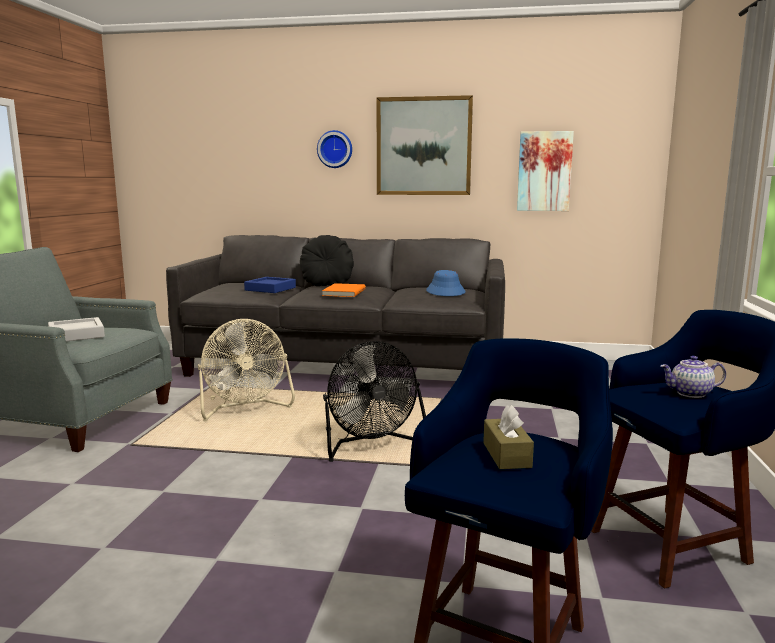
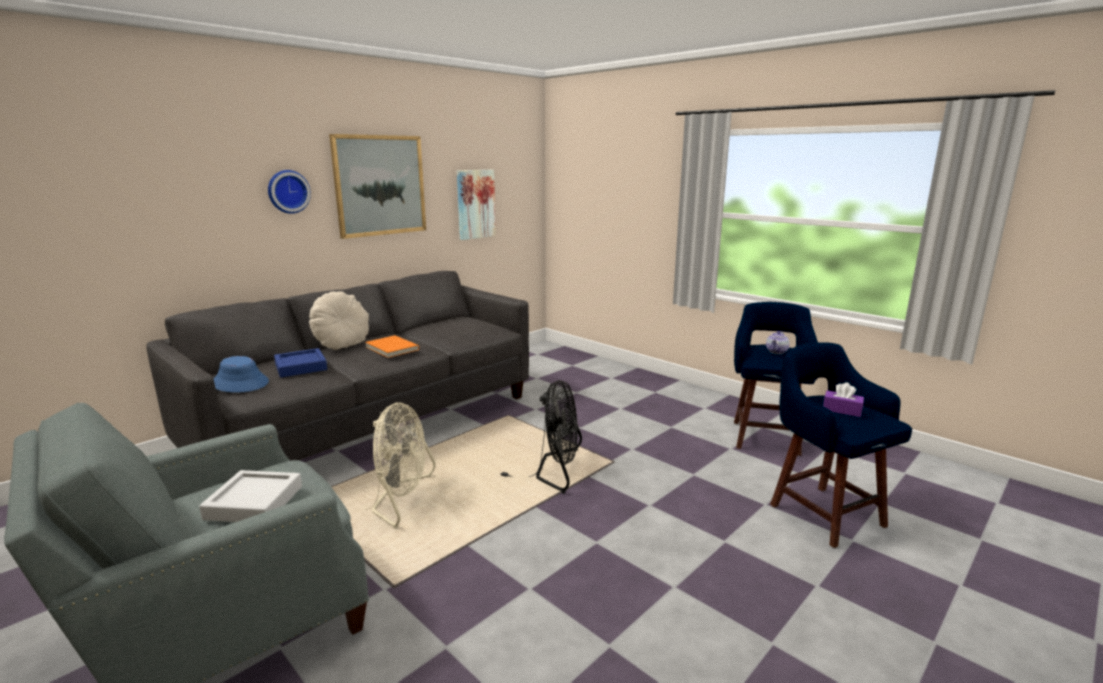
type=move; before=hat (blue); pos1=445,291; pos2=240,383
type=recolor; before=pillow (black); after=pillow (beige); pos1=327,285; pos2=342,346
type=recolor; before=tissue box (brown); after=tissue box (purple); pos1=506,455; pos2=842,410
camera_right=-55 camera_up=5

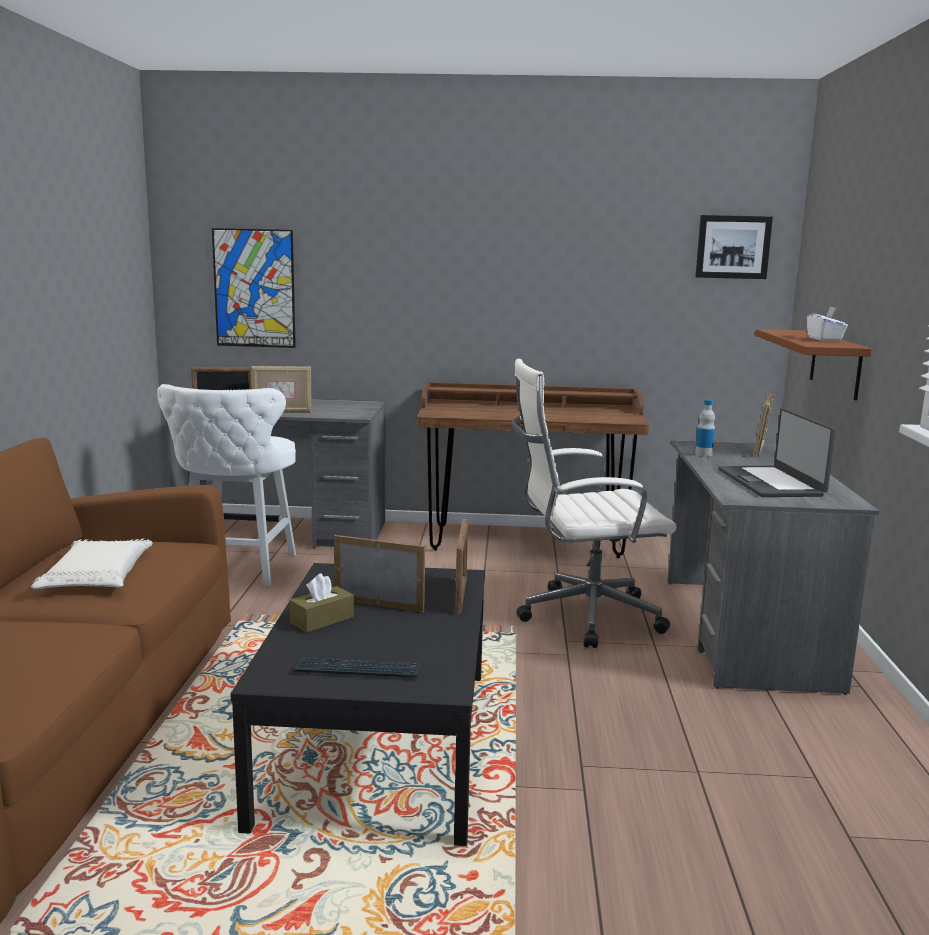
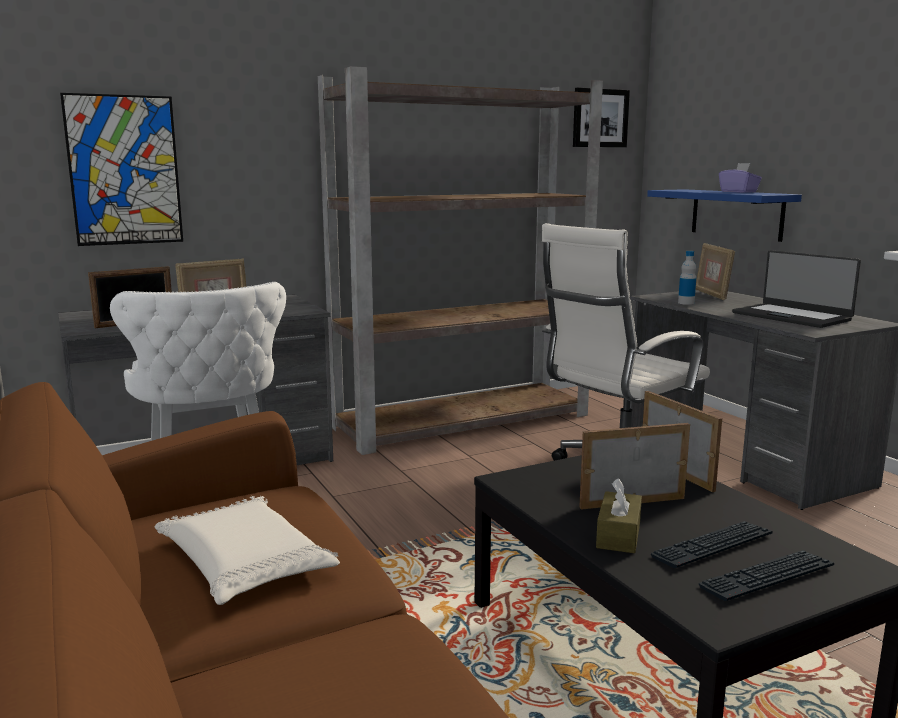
type=insert; after=keyboard; pos2=712,546
type=replace; before=desk (brown); after=bookcase (brown); pos1=525,542; pos2=462,421
type=recolor; before=shelf (brown); after=shelf (blue); pos1=835,364; pos2=736,214
type=recolor; before=tissue box (white); after=tissue box (purple); pos1=825,339; pos2=739,192
camera_right=-30 camera_up=0

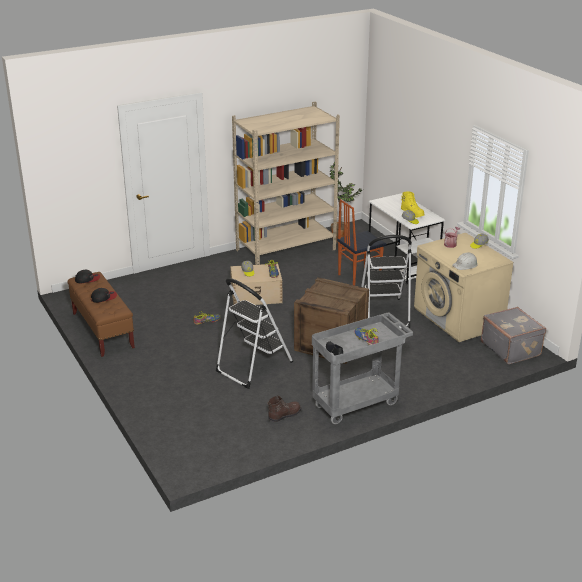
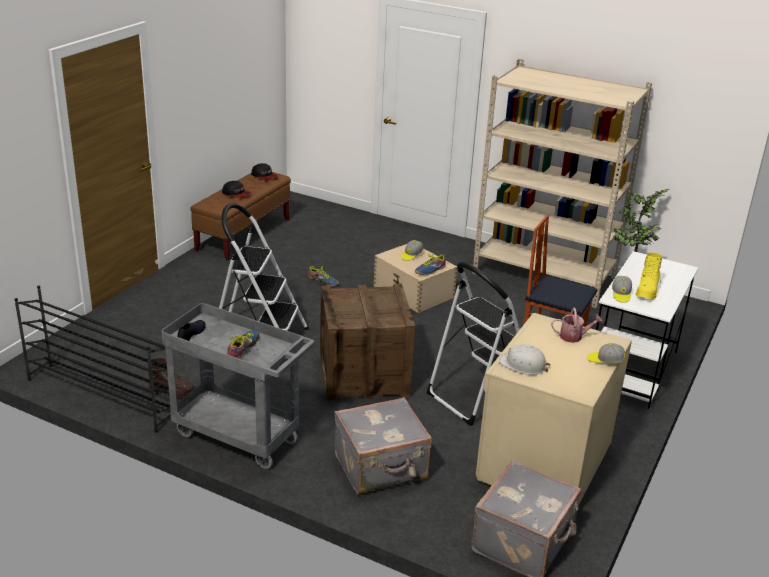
type=insert; after=shoe rack (black); pos2=100,396
type=insert; after=suitcase (grey); pos2=381,468
camera_right=55 camera_up=0

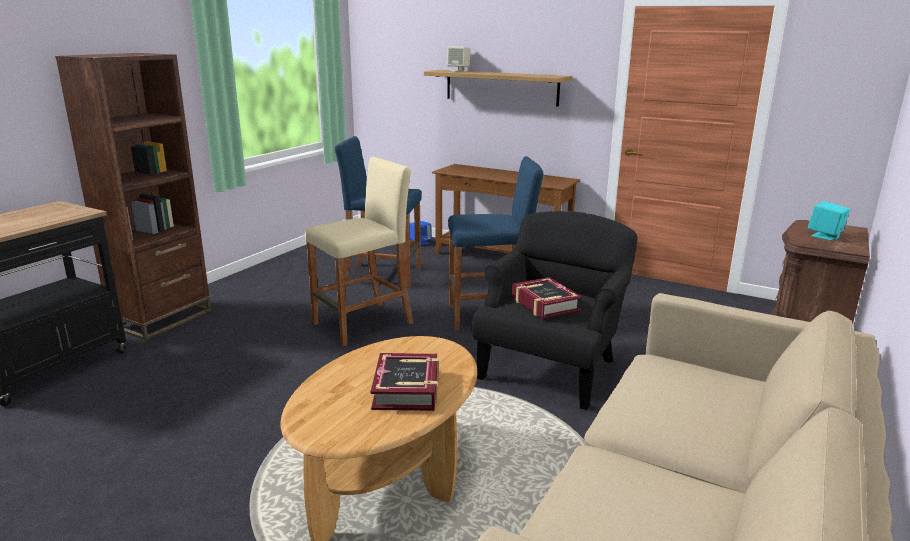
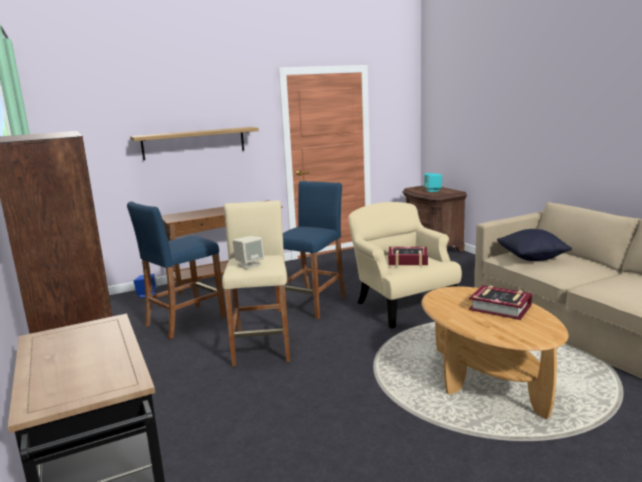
type=insert; after=pillow (black); pos2=532,258
type=move; before=speaker (beige); pos1=458,71; pos2=249,264
type=recolor; before=armchair (black); after=armchair (beige); pos1=551,368; pos2=402,306
camera_right=-55 camera_up=-5

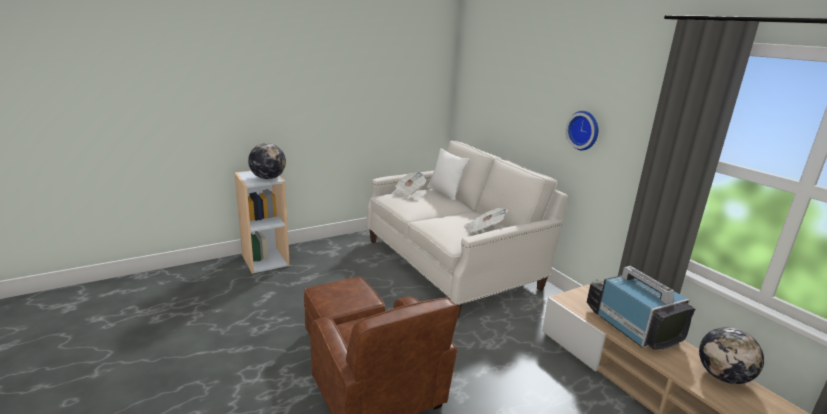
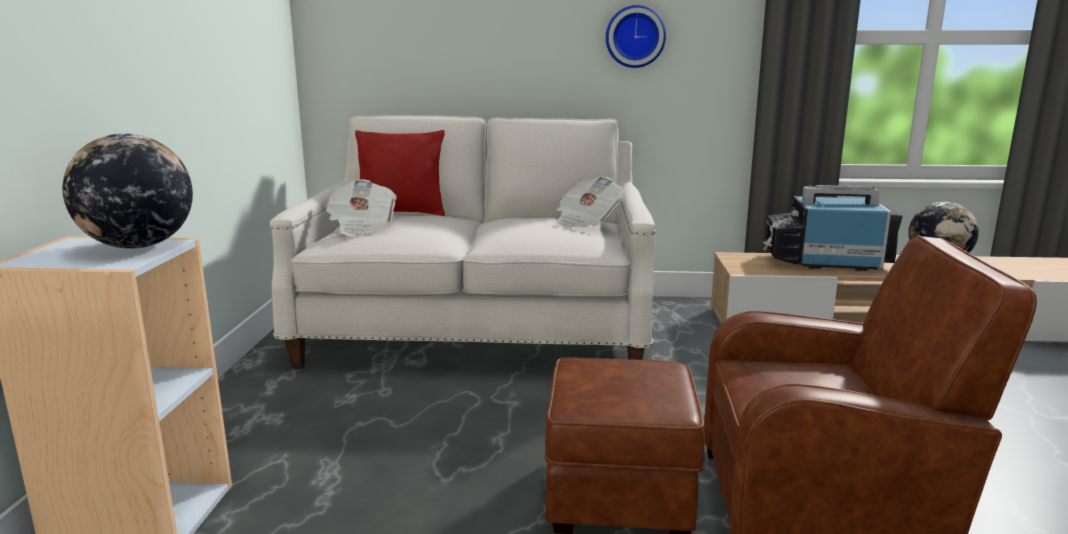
type=recolor; before=pillow (white); after=pillow (red); pos1=445,193; pos2=401,213
camera_right=-55 camera_up=-5

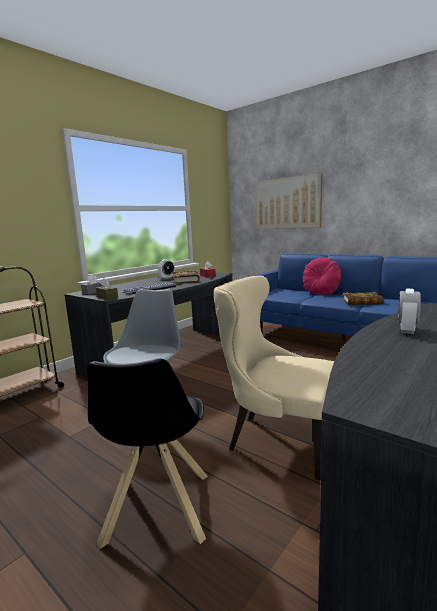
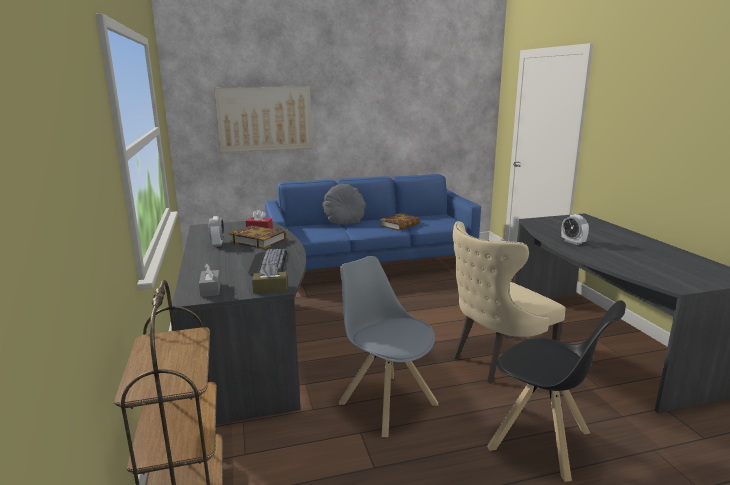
type=recolor; before=pillow (pink); after=pillow (grey); pos1=321,293; pos2=344,223
camera_right=-55 camera_up=5

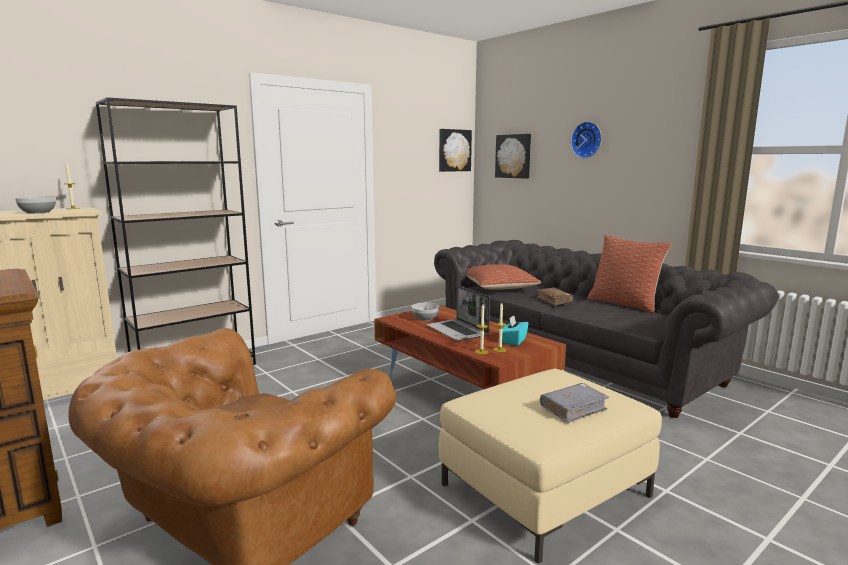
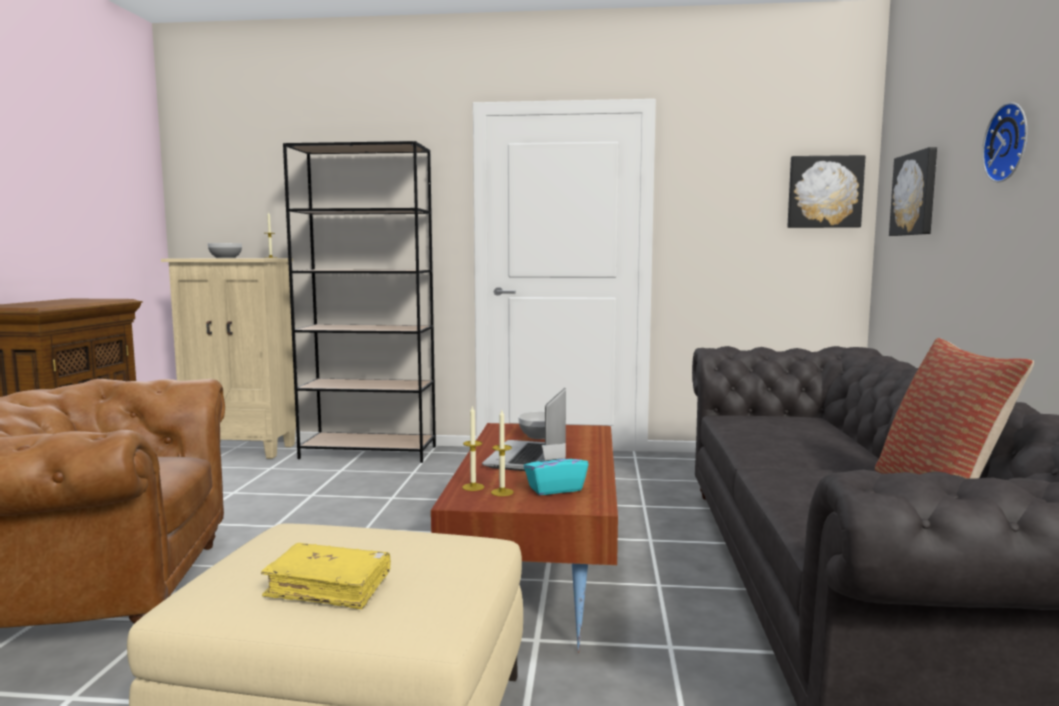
type=delete; before=pillow; pos1=499,287
type=delete; before=book (brown); pos1=554,300
type=recolor; before=book (grey); after=book (yellow); pos1=573,409; pos2=329,587
camera_right=45 camera_up=-5

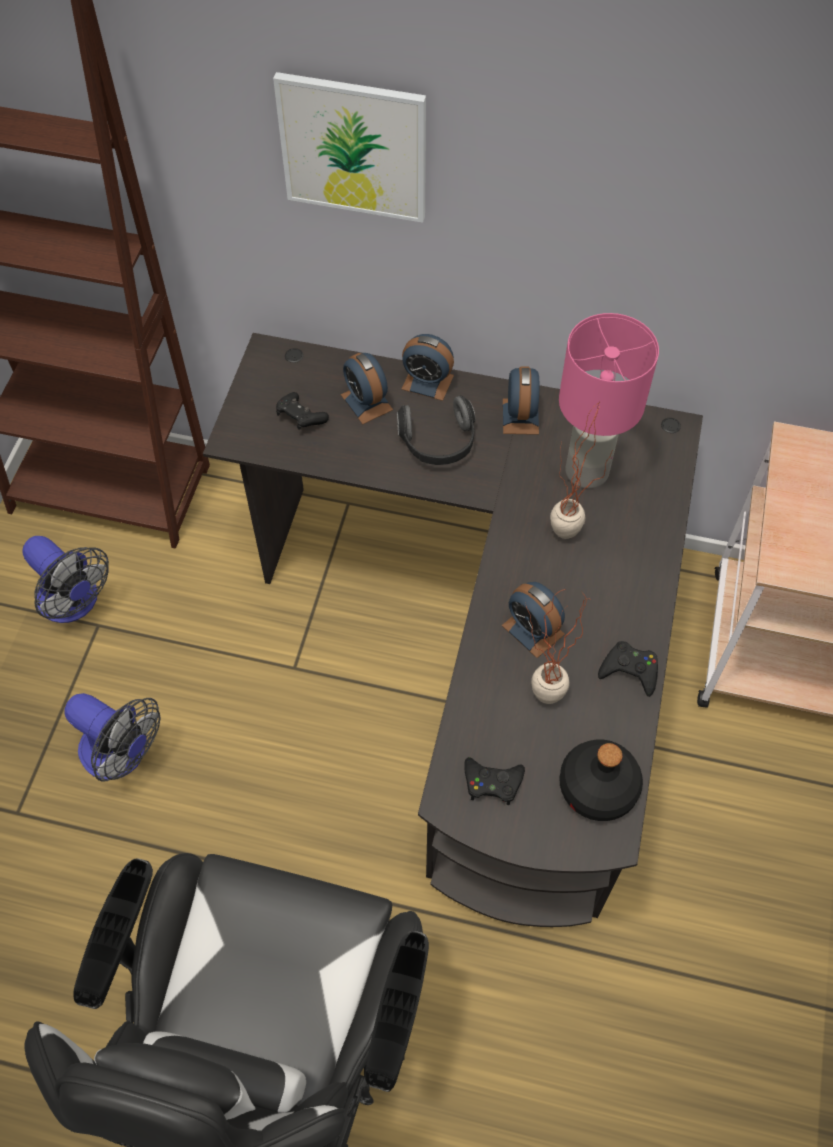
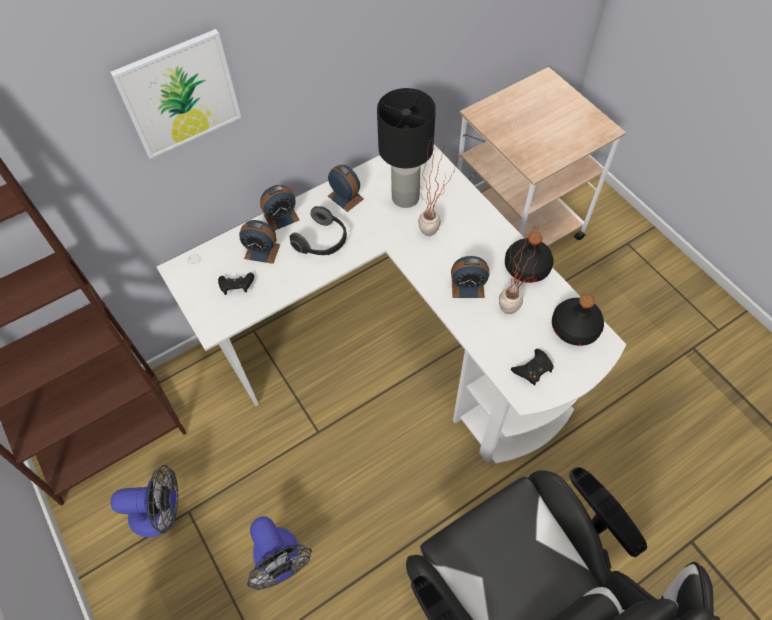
type=replace; before=game controller (black); after=bottle (black); pos1=630,670; pos2=527,267
type=recolor; before=desk (black); after=desk (white); pos1=484,656; pos2=399,342
type=recolor; before=table lamp (pink); after=table lamp (black); pos1=585,471; pos2=404,198
type=rotate; before=fan; pos1=122,755; pos2=280,560; turn=75
camera_right=-45 camera_up=0

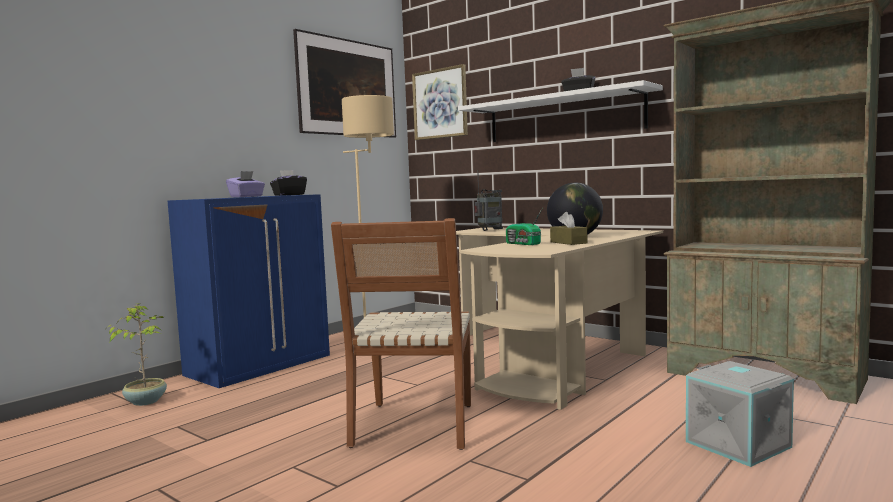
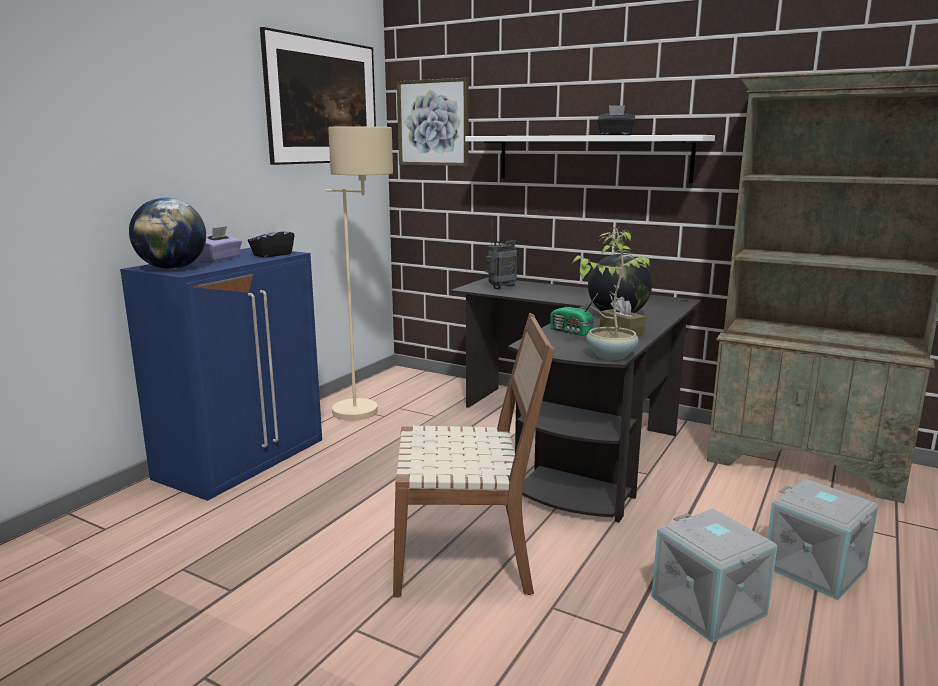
type=insert; after=globe; pos2=172,268
type=insert; after=storage box (grey); pos2=710,605
type=move; before=potted plant; pos1=146,401; pos2=610,355
type=recolor; before=desk (beige); after=desk (black); pos1=551,356; pos2=576,438
type=rotate; before=chair; pos1=413,428; pos2=469,559; turn=-90
camera_right=-10 camera_up=10

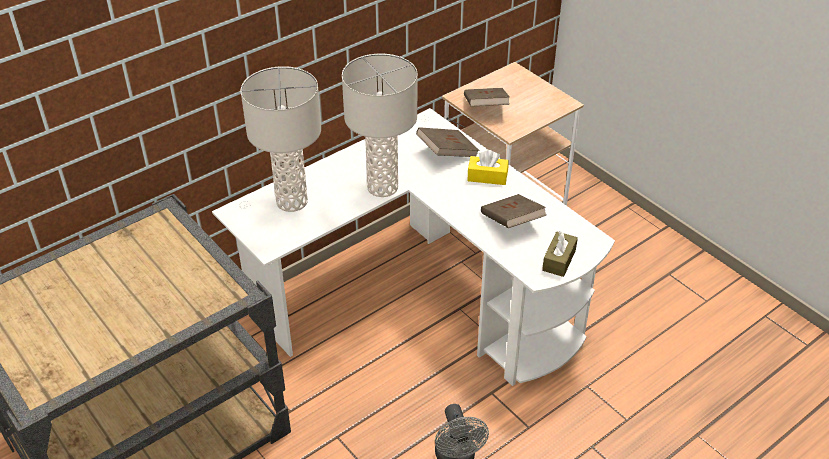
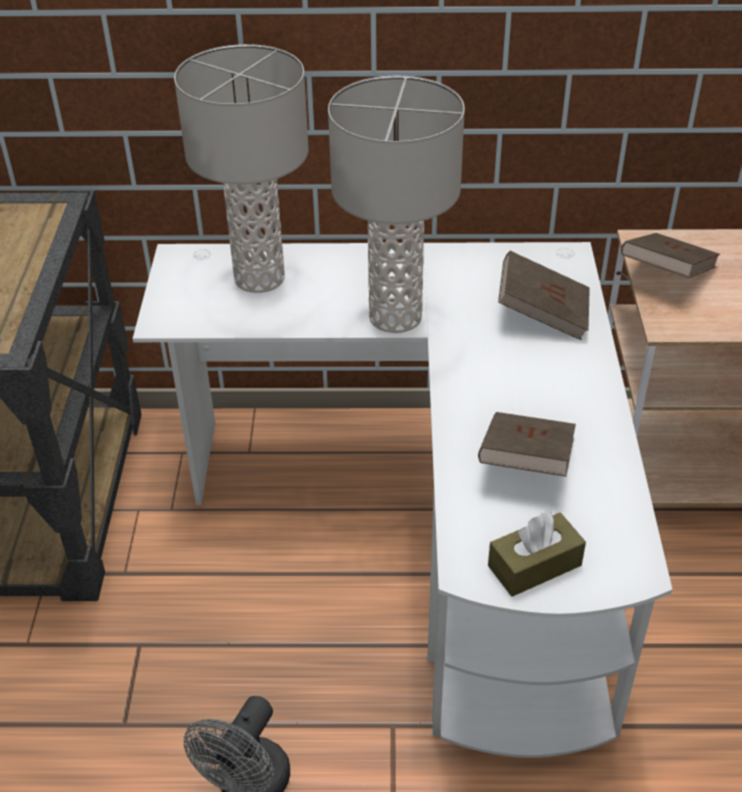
type=delete; before=tissue box (yellow); pos1=487,177
camera_right=40 camera_up=0

